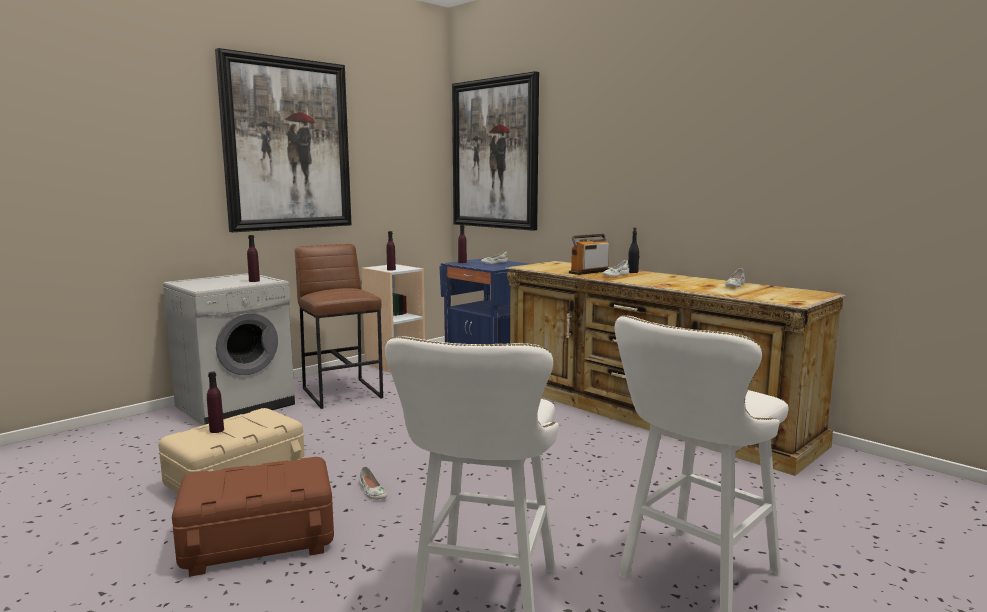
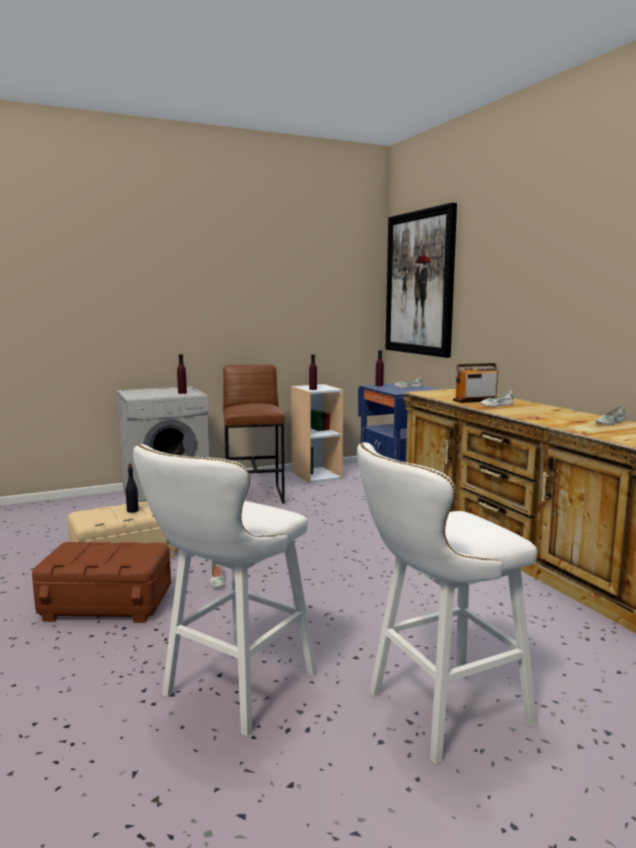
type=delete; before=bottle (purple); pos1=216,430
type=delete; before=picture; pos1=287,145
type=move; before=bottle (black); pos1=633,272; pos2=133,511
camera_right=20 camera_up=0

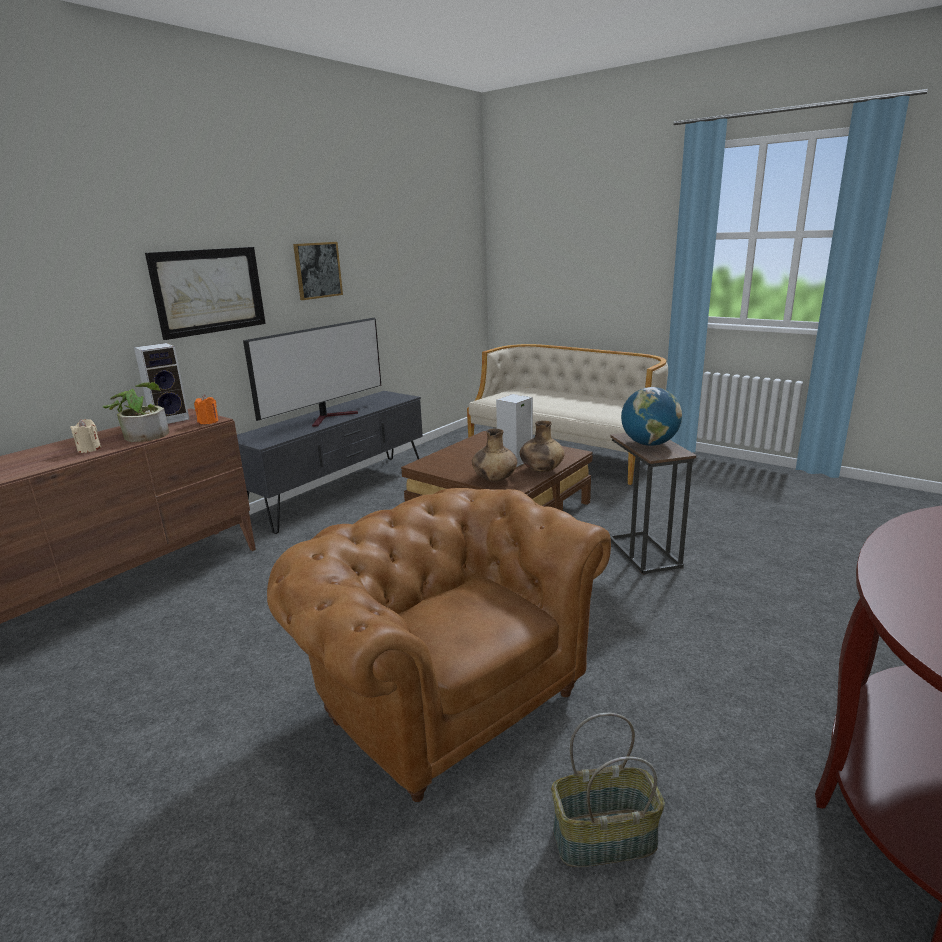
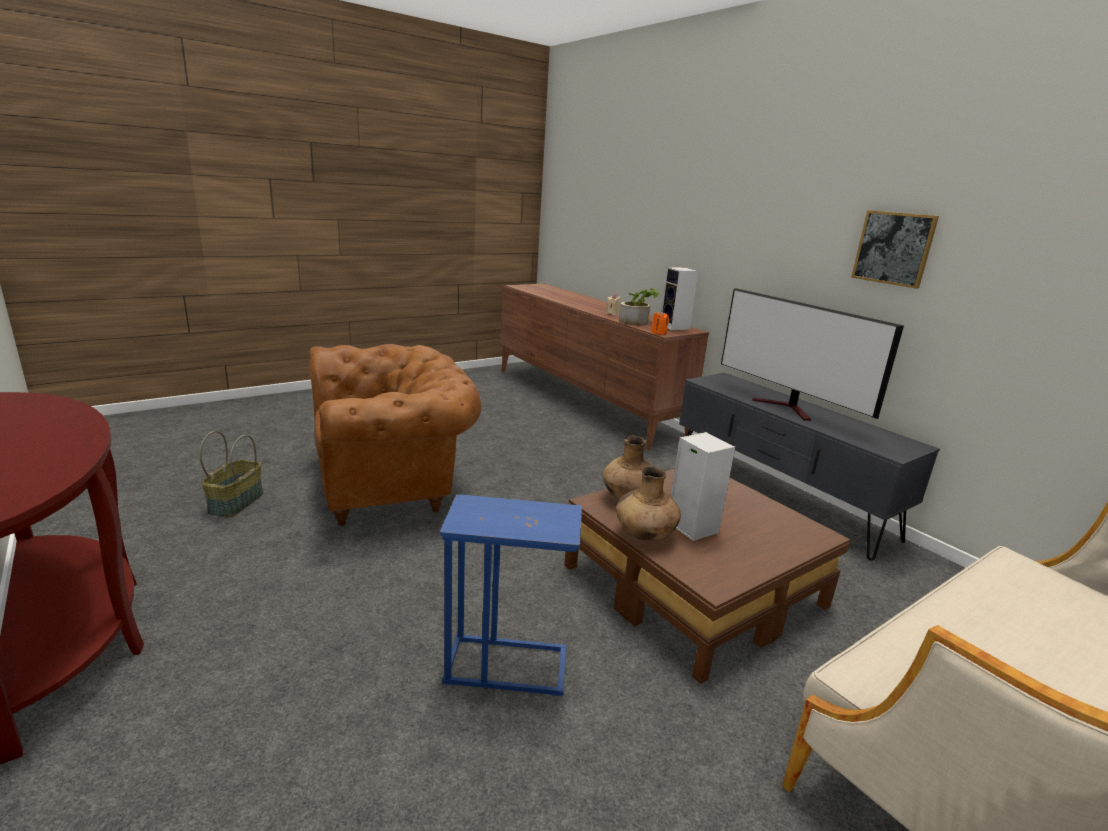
type=delete; before=picture; pos1=209,291
type=delete; before=globe; pos1=649,444
type=recolor; before=side table (brown); after=side table (blue); pos1=644,552; pos2=505,666
camera_right=105 camera_up=0

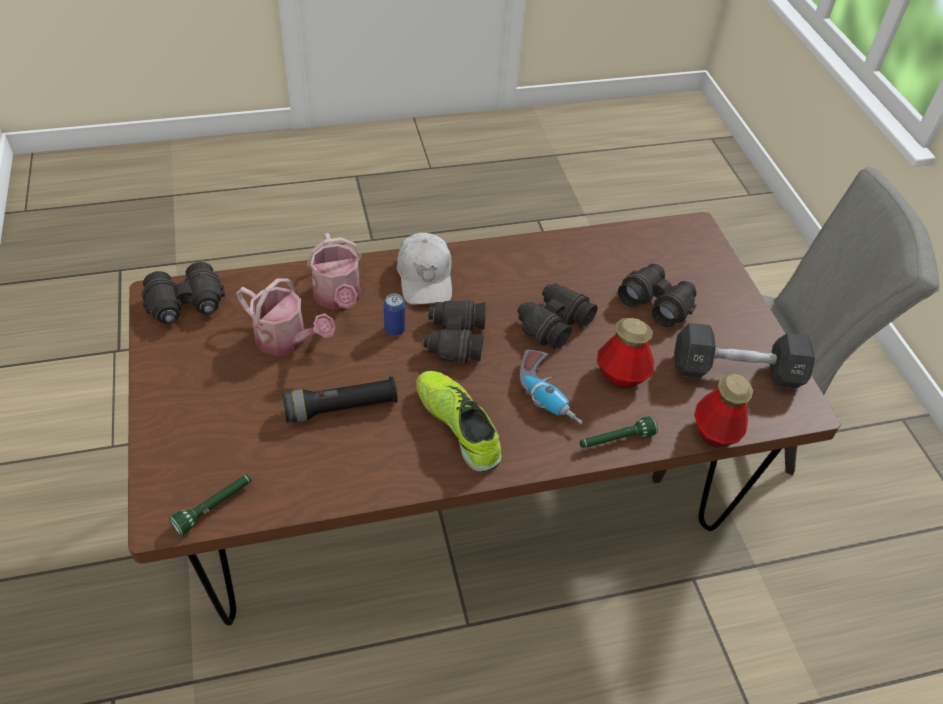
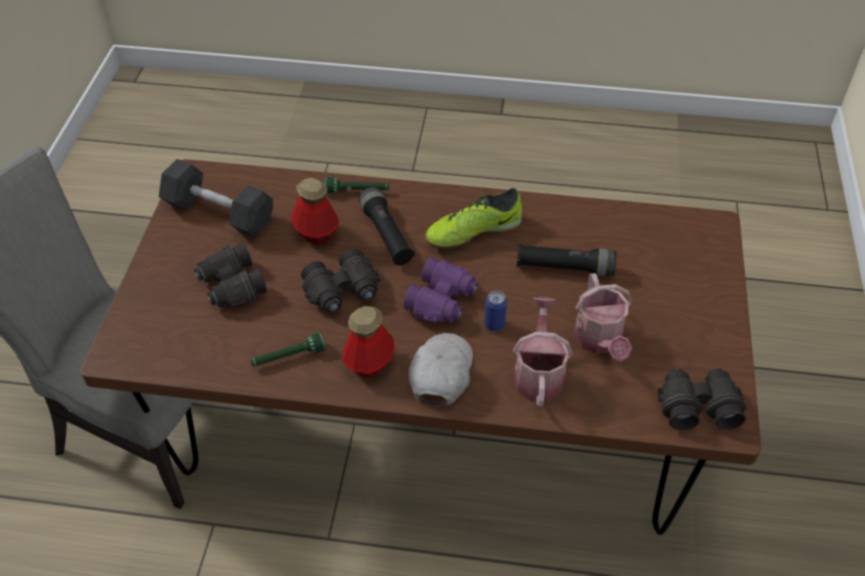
type=move; before=flashlight (green); pos1=214,507; pos2=288,357
type=move; before=bottle; pos1=715,432; pos2=369,363
type=replace; before=power drill; after=flashlight (black); pos1=550,394; pos2=386,234
type=recolor; before=binoculars (black); after=binoculars (purple); pos1=454,339; pos2=442,301
type=rotate; before=watering can; pos1=287,340; pos2=600,340; turn=-150
type=rotate; before=shoe; pos1=458,425; pos2=473,231; turn=75
camera_right=-155 camera_up=0

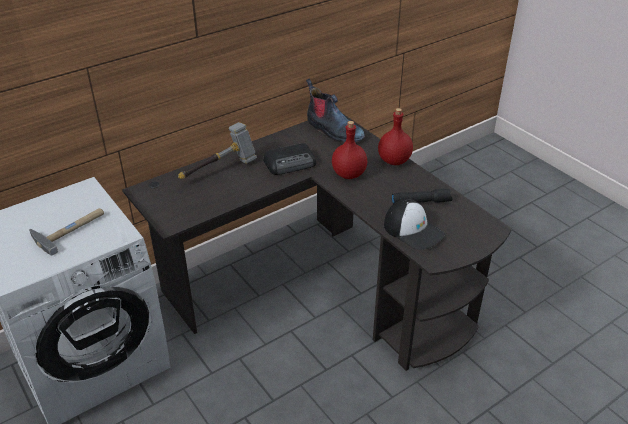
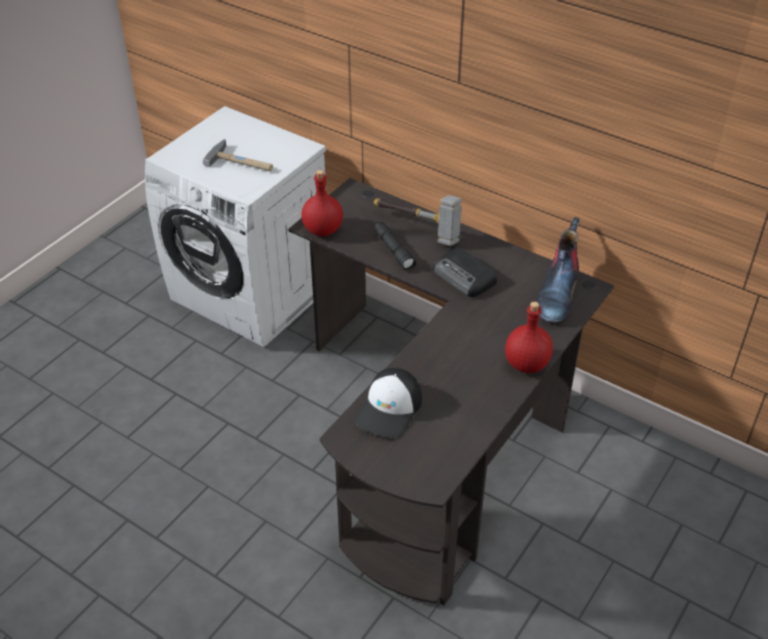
type=move; before=bottle (red); pos1=348,174; pos2=322,229
type=move; before=flashlight (black); pos1=421,201; pos2=394,251
camera_right=70 camera_up=5

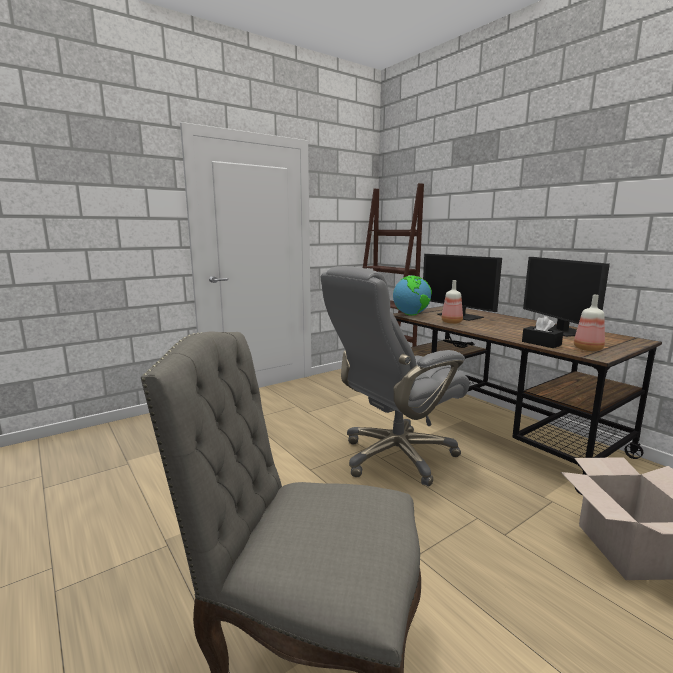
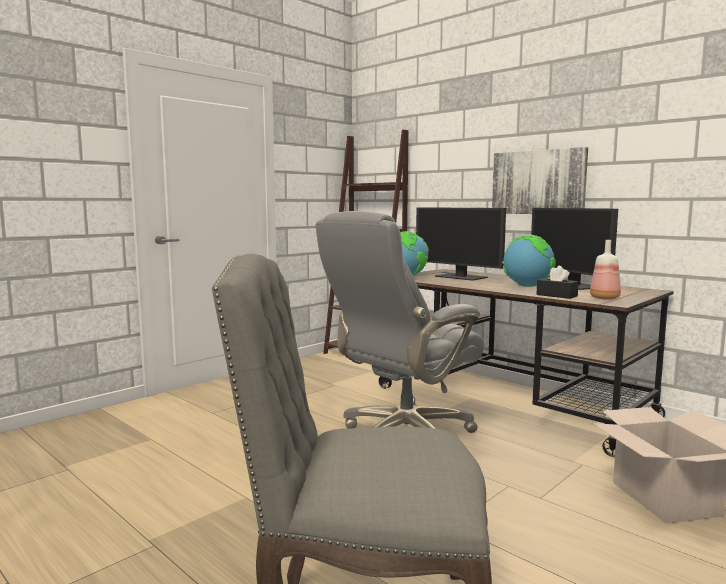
type=delete; before=bottle; pos1=452,322
type=insert; after=picture; pos2=538,182
type=insert; after=globe; pos2=527,286
camera_right=-10 camera_up=-5

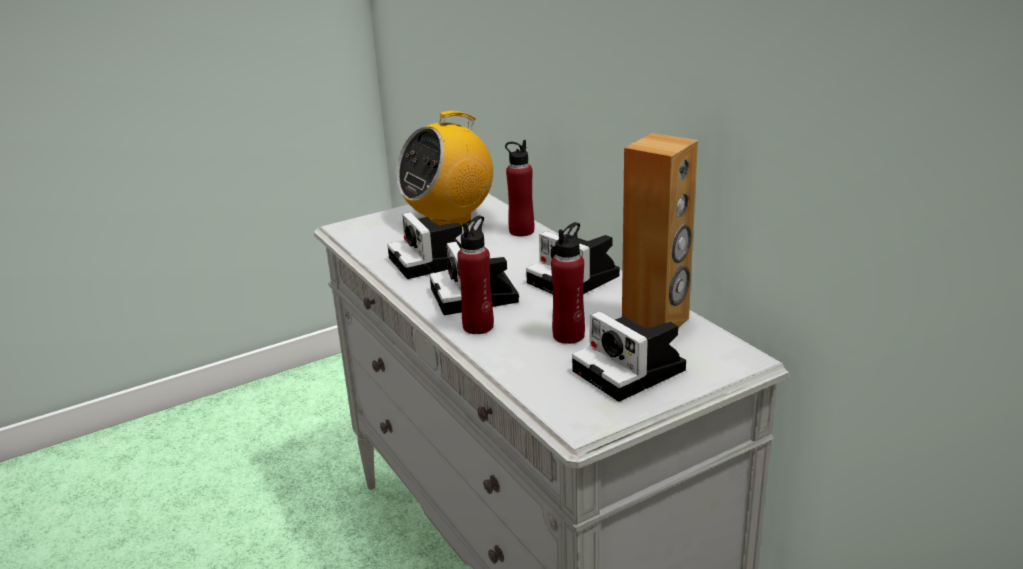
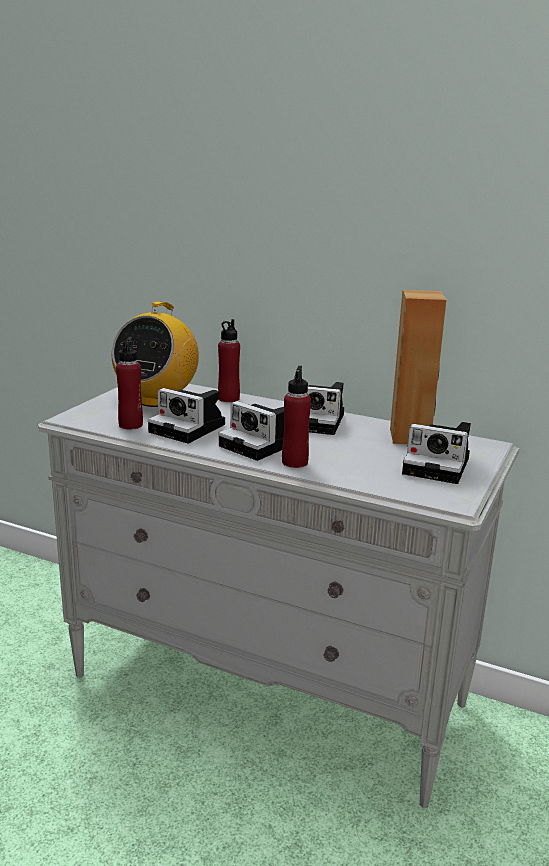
type=move; before=bottle (red); pos1=568,335; pos2=131,425
camera_right=-35 camera_up=-5

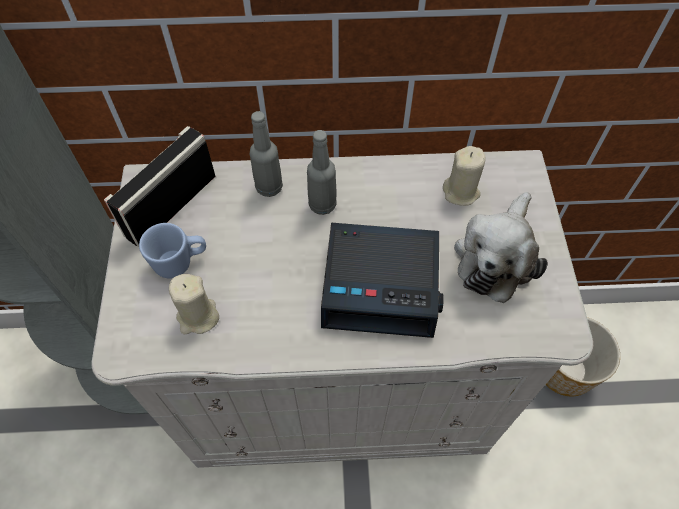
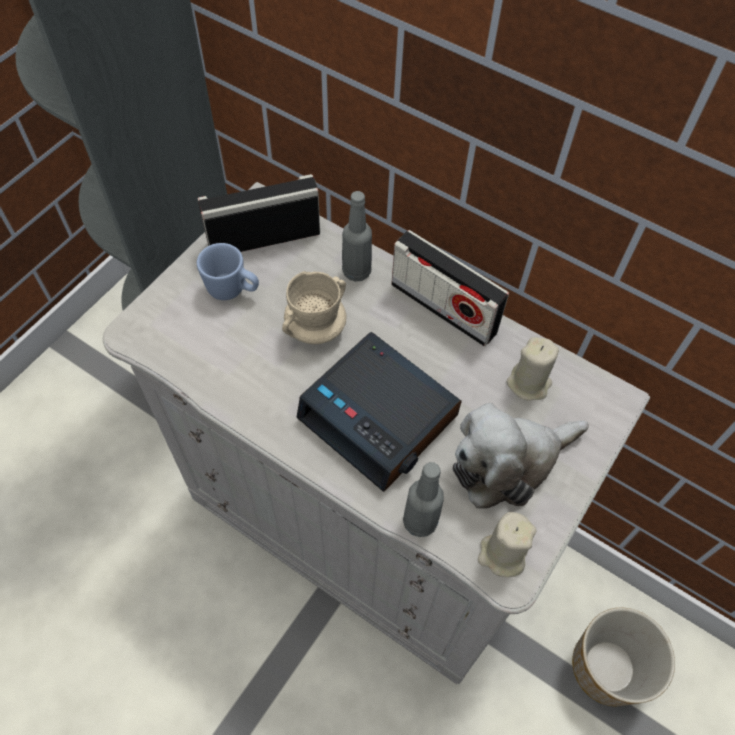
type=insert; after=mug (beige); pos2=316,328
type=insert; after=radio; pos2=443,308
type=move; before=candle (beige); pos1=198,317; pos2=502,554
type=move; before=bottle (grey); pos1=322,205; pos2=420,521
camera_right=35 camera_up=0

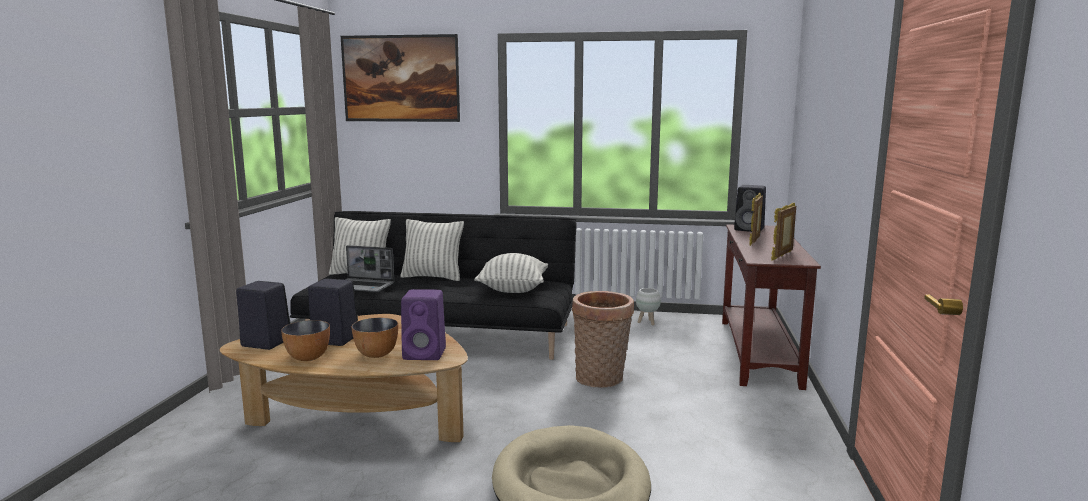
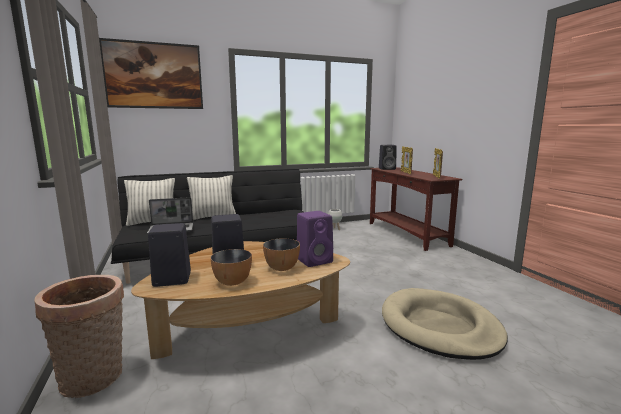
type=delete; before=pillow; pos1=513,290
type=move; before=basket; pos1=601,379; pos2=94,379
camera_right=-30 camera_up=0

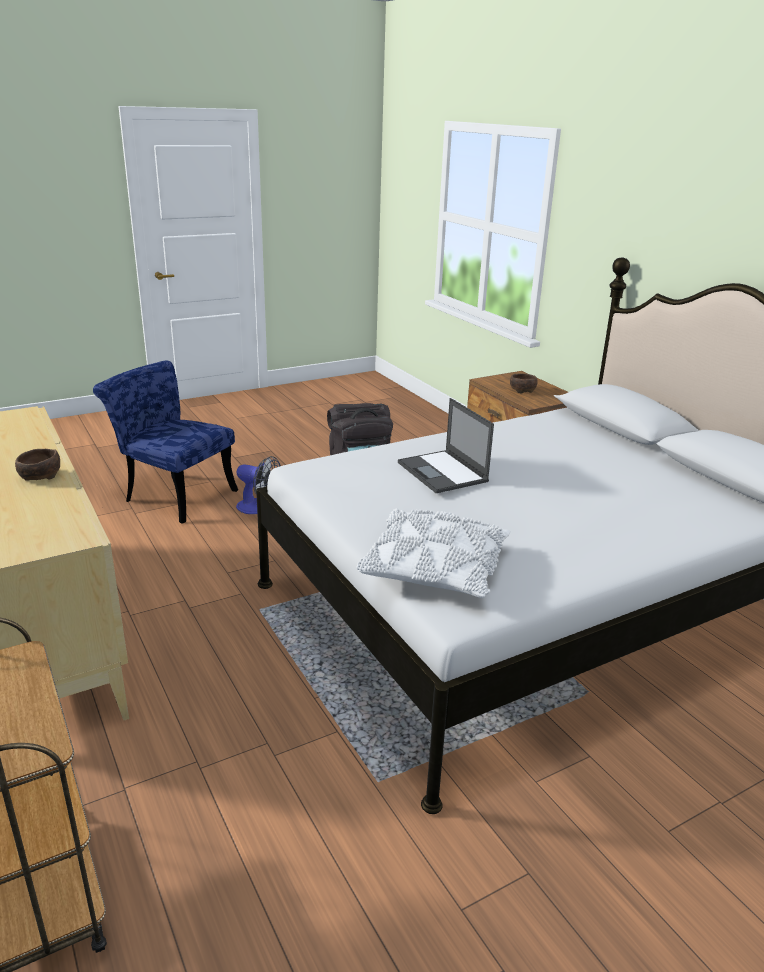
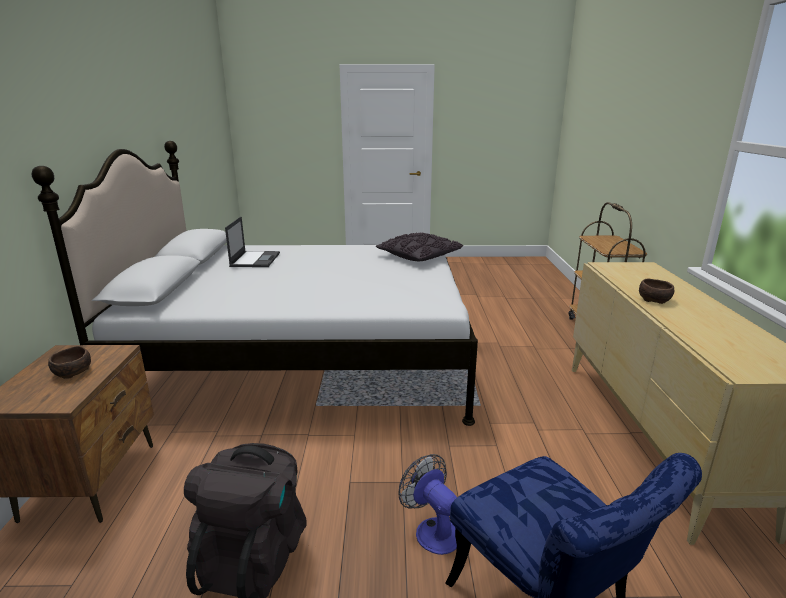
type=move; before=laptop; pos1=443,472; pos2=255,259
type=recolor; before=pillow (white); after=pillow (black); pos1=435,568; pos2=419,256
camera_right=-150 camera_up=-5

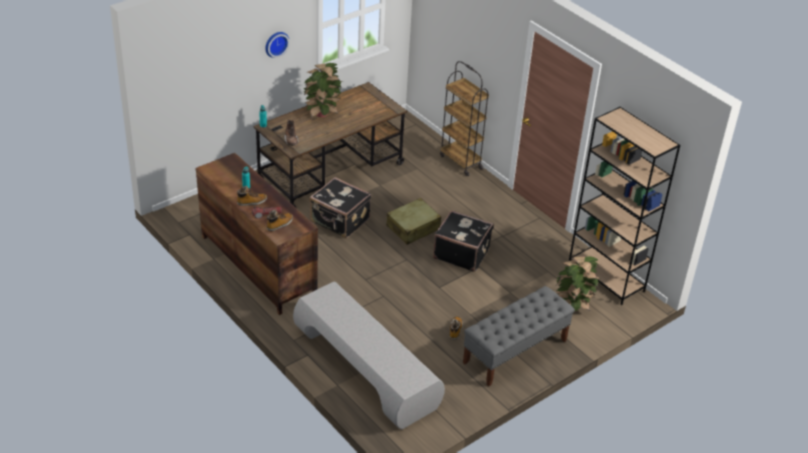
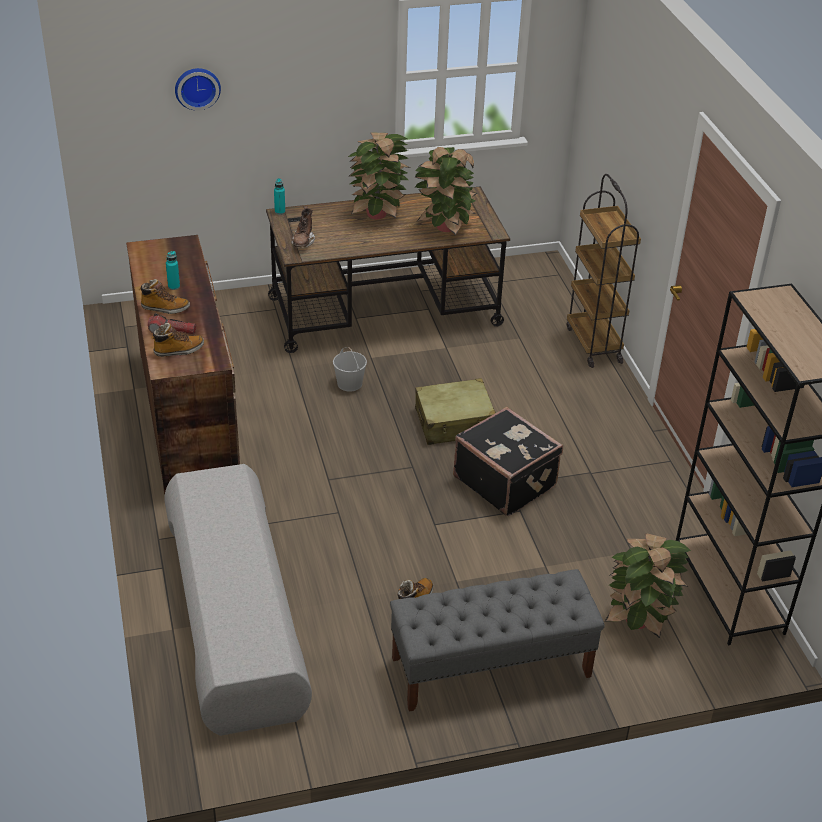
type=insert; after=potted plant; pos2=443,227
type=move; before=wall clock; pos1=276,43; pos2=197,87
type=replace; before=suitcase (black); after=bucket (white); pos1=339,221; pos2=350,383
camera_right=25 camera_up=0

